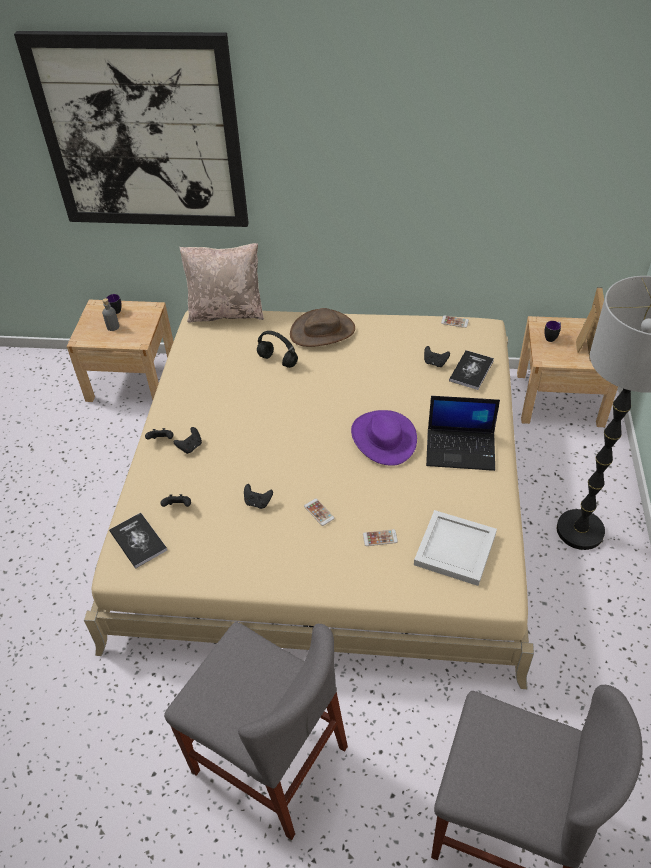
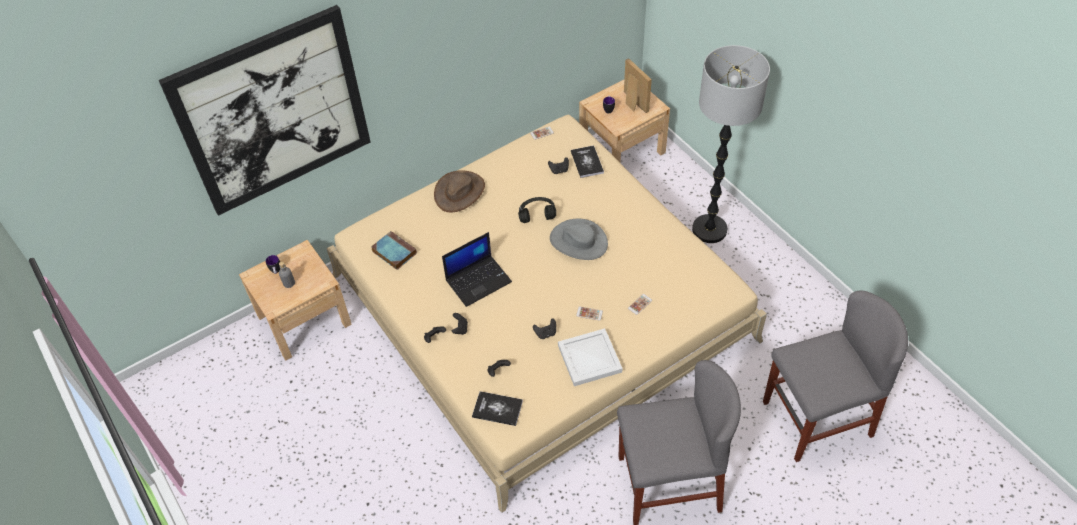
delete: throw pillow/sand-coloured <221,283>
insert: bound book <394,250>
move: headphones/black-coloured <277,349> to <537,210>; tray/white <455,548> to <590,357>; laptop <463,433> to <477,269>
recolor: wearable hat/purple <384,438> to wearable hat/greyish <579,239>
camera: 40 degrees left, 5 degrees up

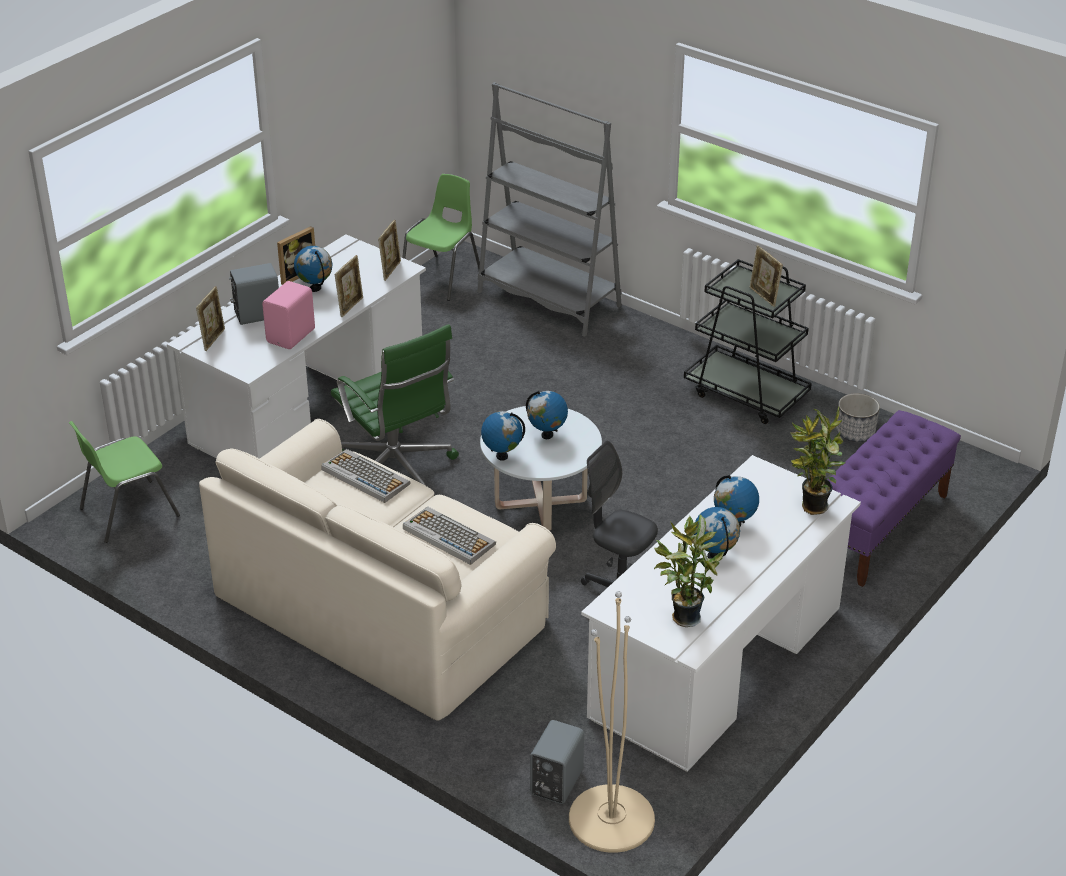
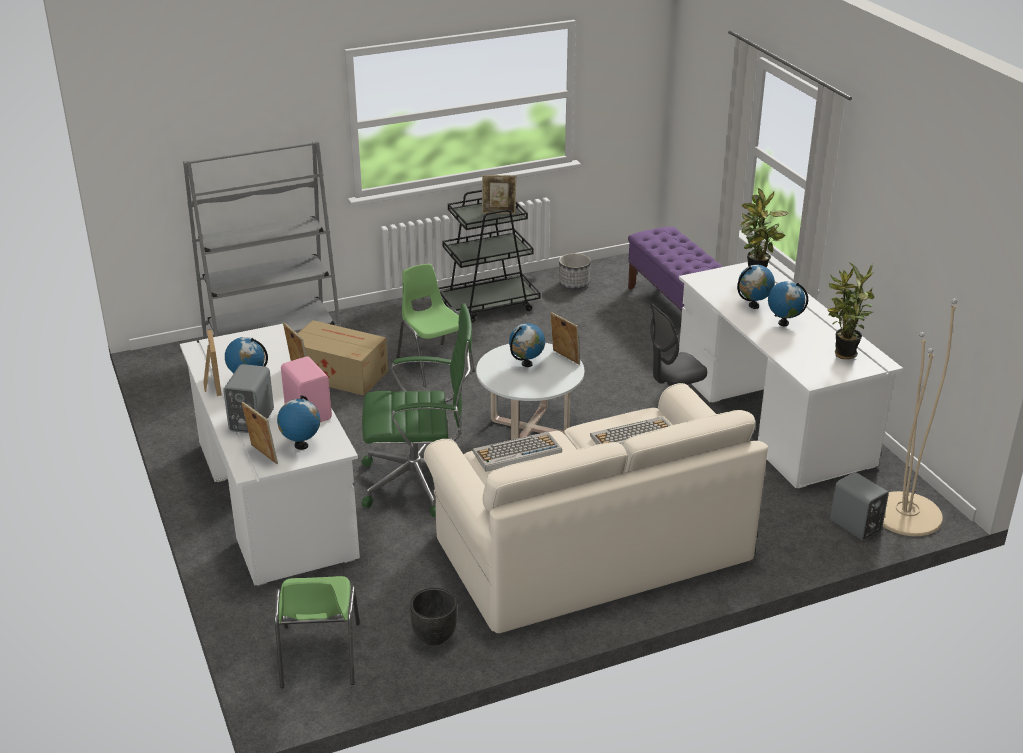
insert: packing box <342,358>; planter/black-coloured <433,616>
move: photo frame <389,250> to <565,338>; upright chair/greenish <441,237> to <436,325>; world globe <503,436> to <298,422>
camera: 60 degrees left, 5 degrees down

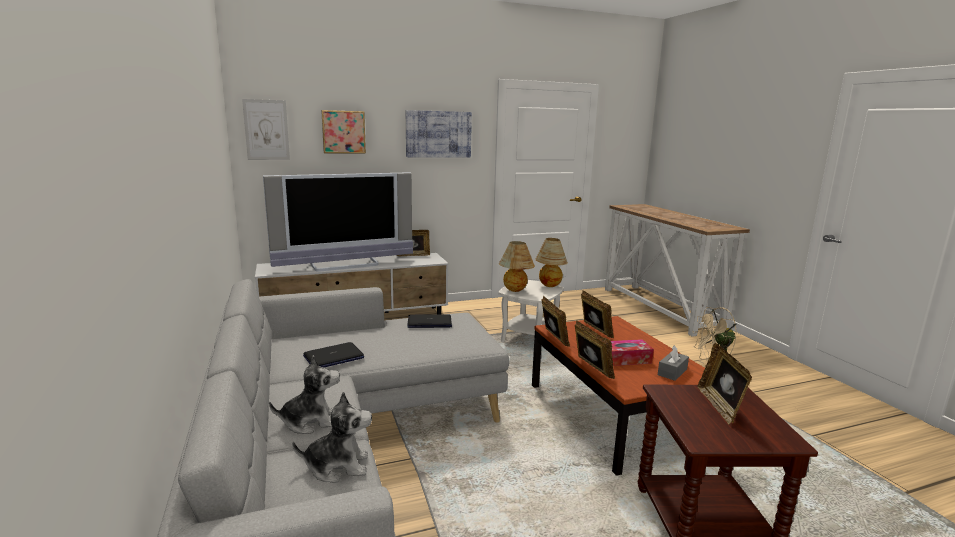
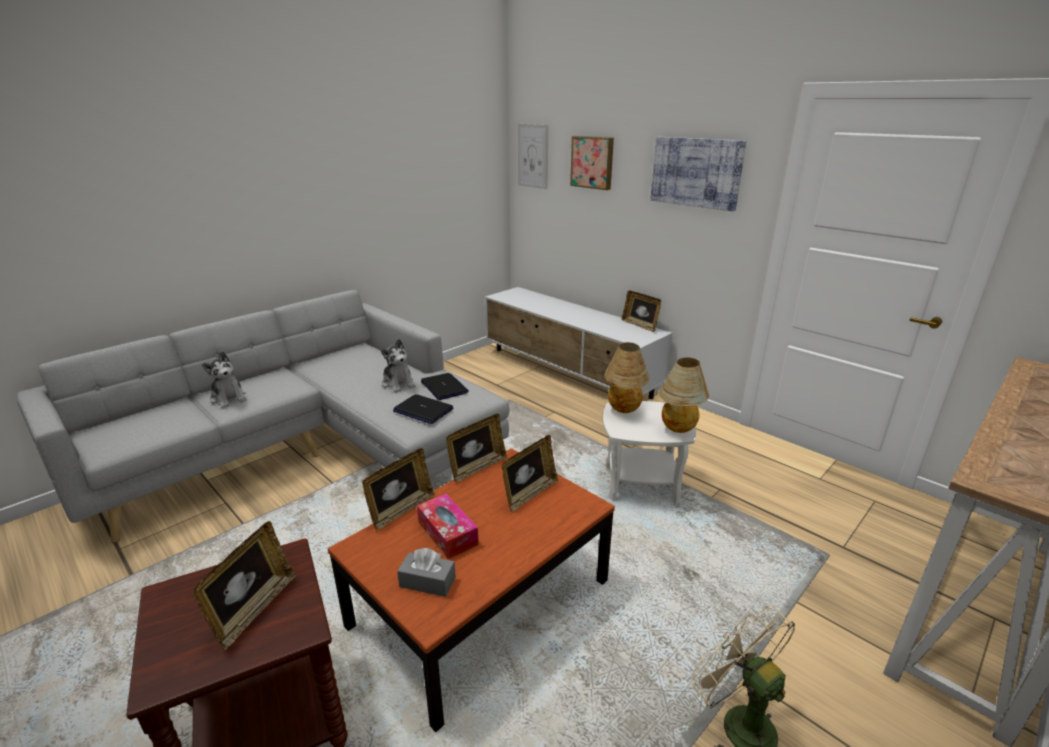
delete: TV set <338,222>
move: cuddly toy <332,437> to <398,366>; laptop <333,354> to <423,409>
rotate: photo frame <725,384> = <244,585> 135 degrees clockwise
camera: 65 degrees right, 10 degrees up

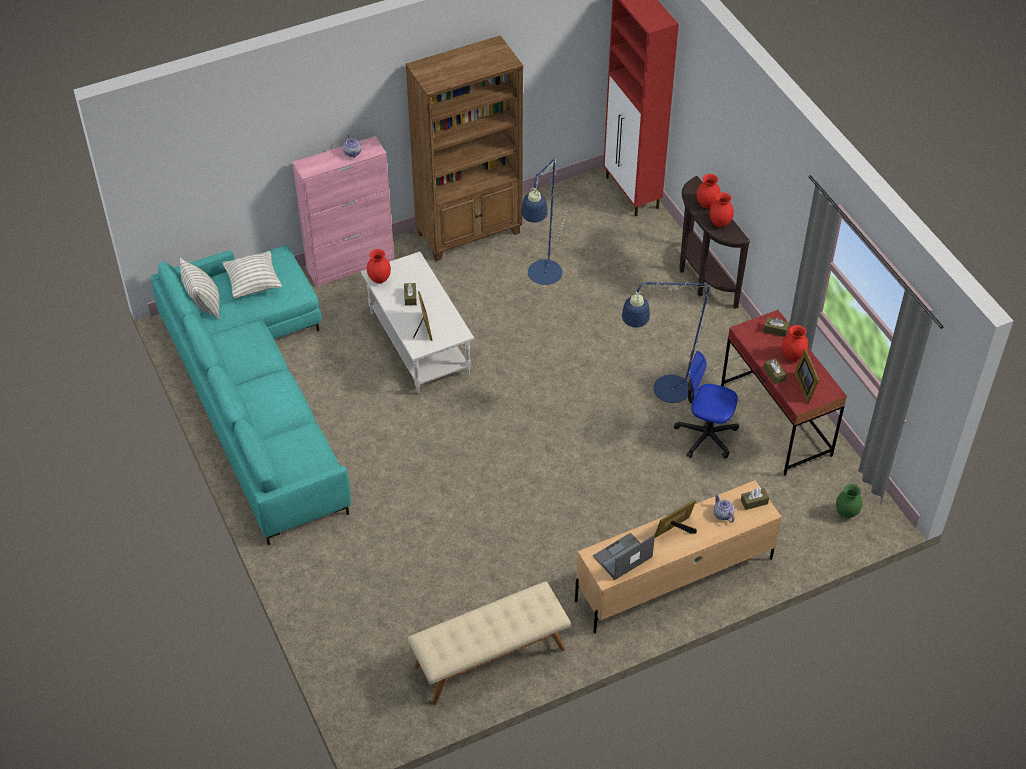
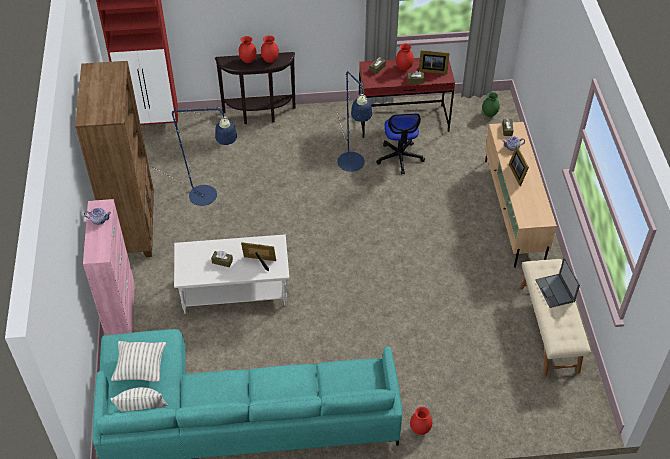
move: decorative vase/reddish <379,266> to <421,421>; laptop <624,556> to <557,282>
rotate: computer chair <706,405> = <400,144> 45 degrees counterclockwise
camera: 70 degrees left, 0 degrees up

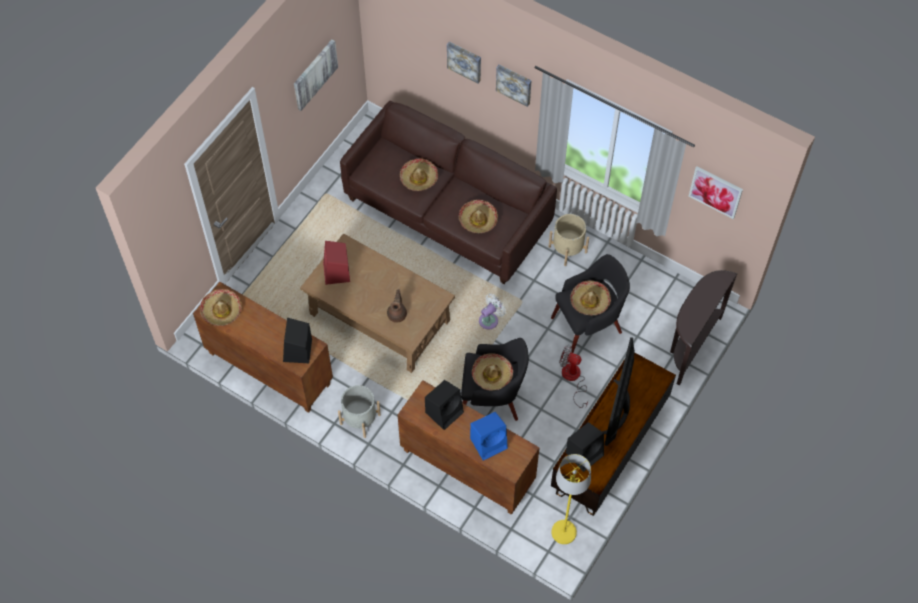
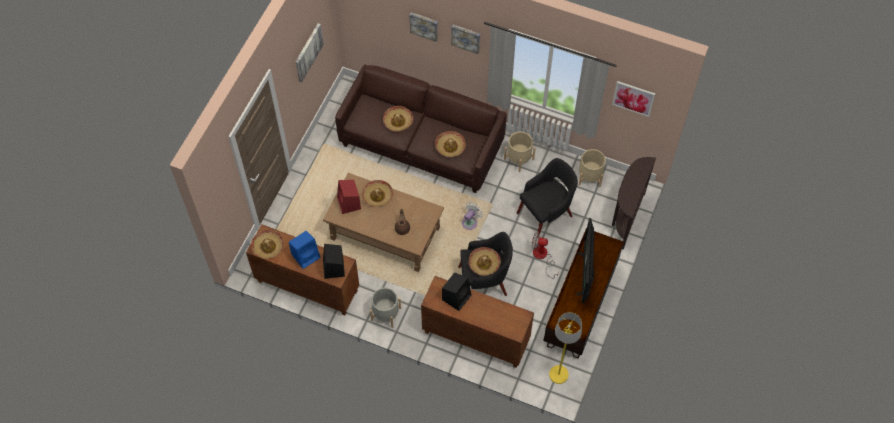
delete: audio speaker/black-coloured <585,447>
insert: planter/sand-coloured <592,168>
move: audio speaker/bluish <489,436> to <304,250>; wearable hat <590,297> to <377,193>
camera: 10 degrees left, 0 degrees up

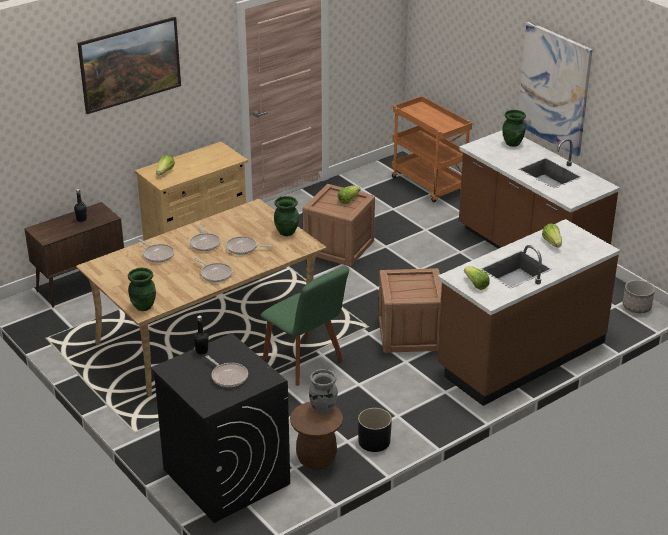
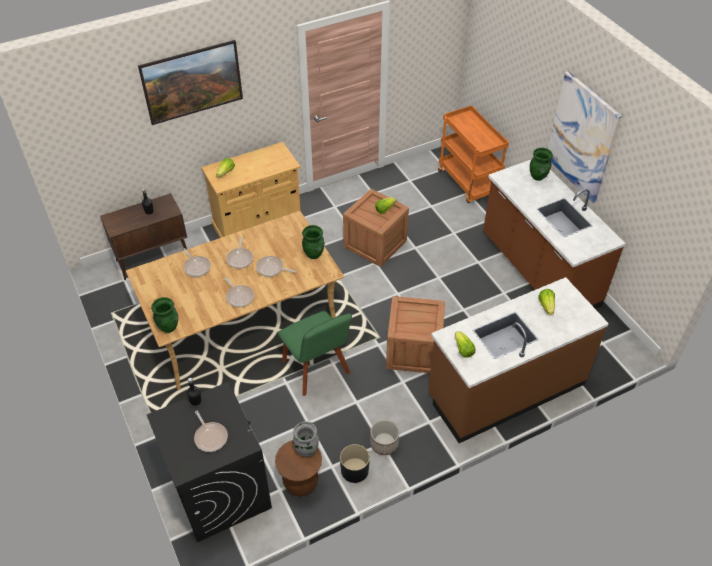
move: planter <639,296> to <384,437>
camera: 10 degrees right, 15 degrees up

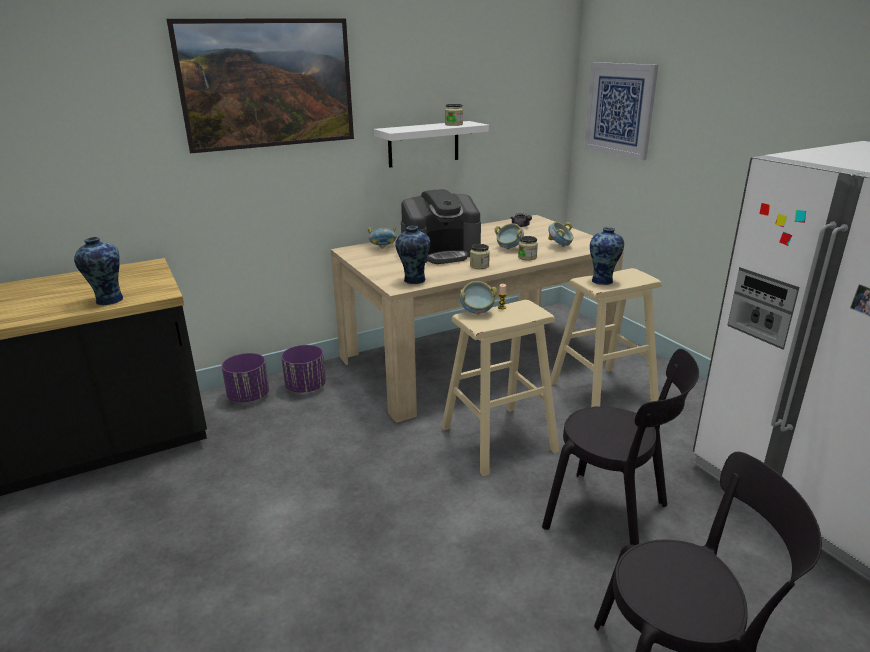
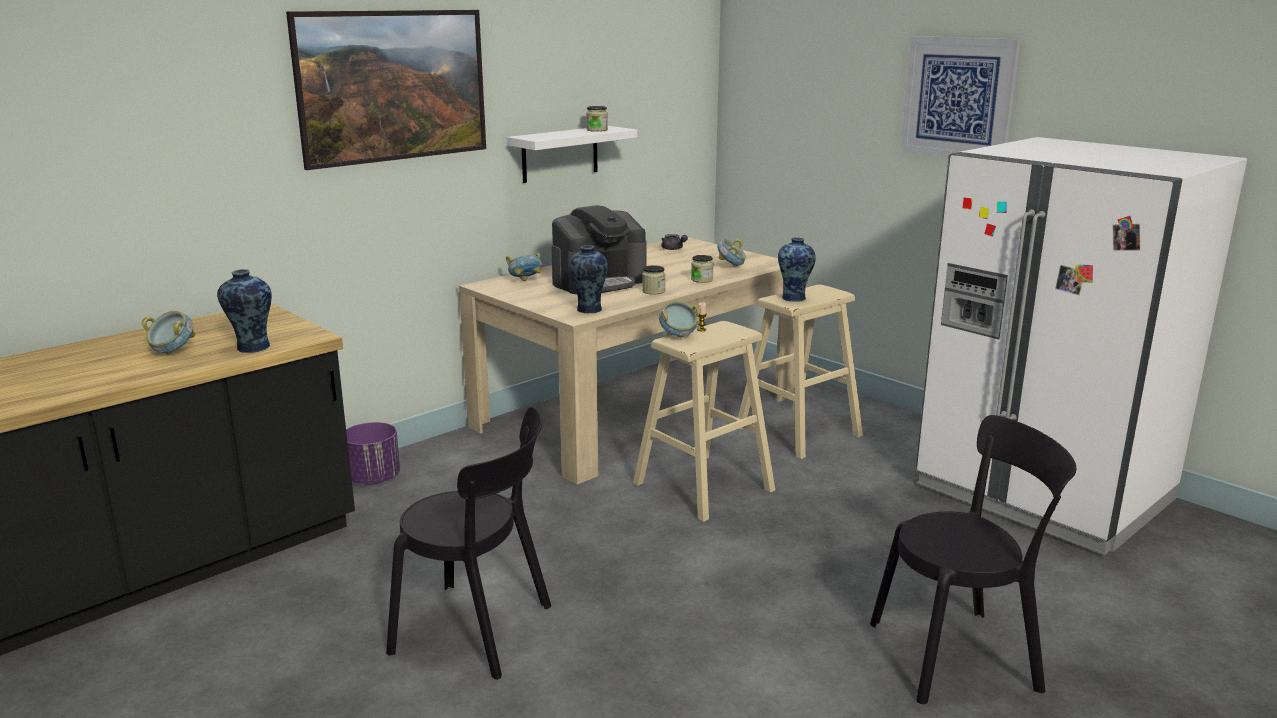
delete: planter/purple <303,369>
move: serving bowl <509,236> to <168,333>; upright chair/black-coloured <620,447> to <468,543>; wall picture <621,111> to <960,96>
camera: 15 degrees left, 5 degrees down

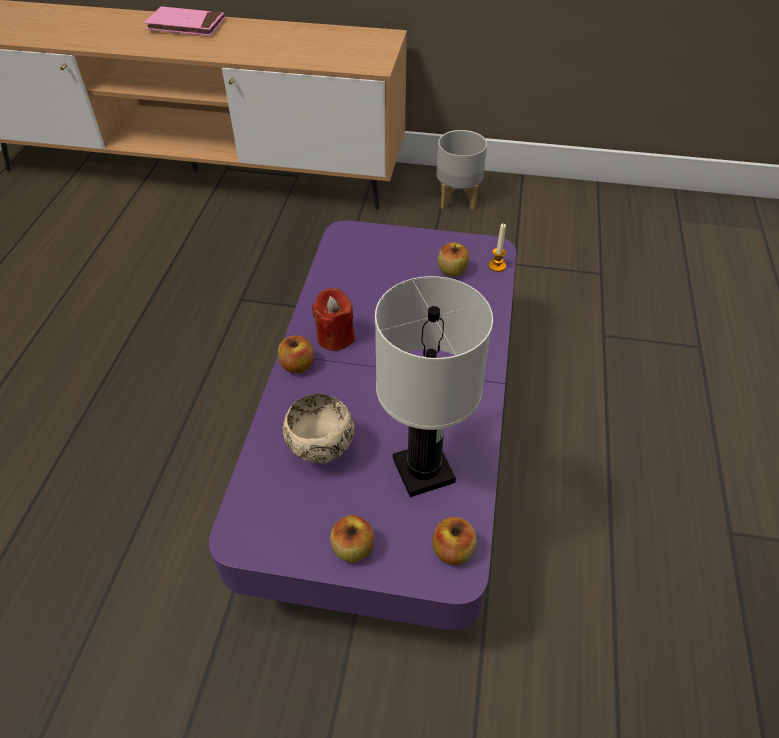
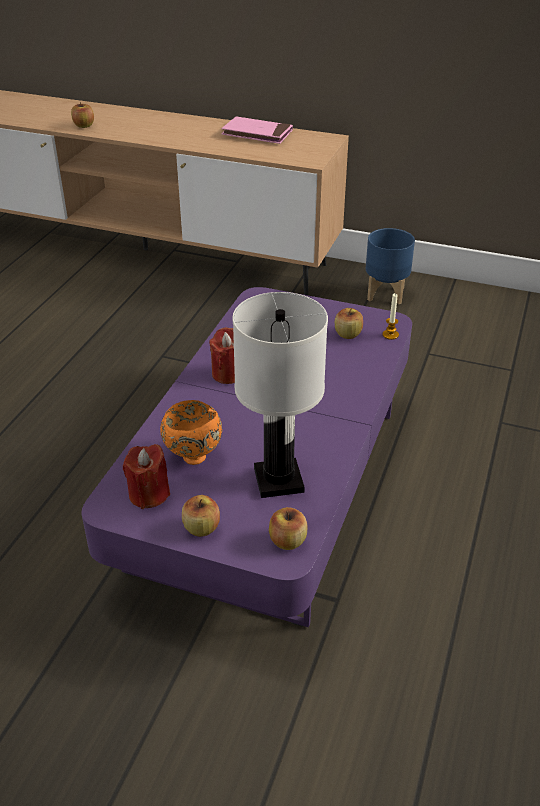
insert: wax candle/reddish <146,476>
move: bound book/pink <184,21> to <257,130>; whole apple <296,354> to <82,115>
recolor: serving bowl/sand-coloured <318,428> to serving bowl/orange-coloured <191,432>; planter/greyish <461,170> to planter/bluish <390,266>
camera: 10 degrees right, 10 degrees down

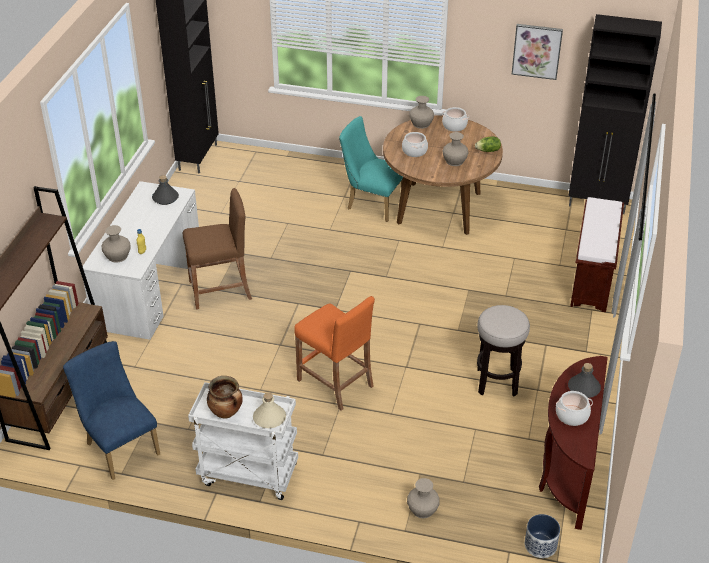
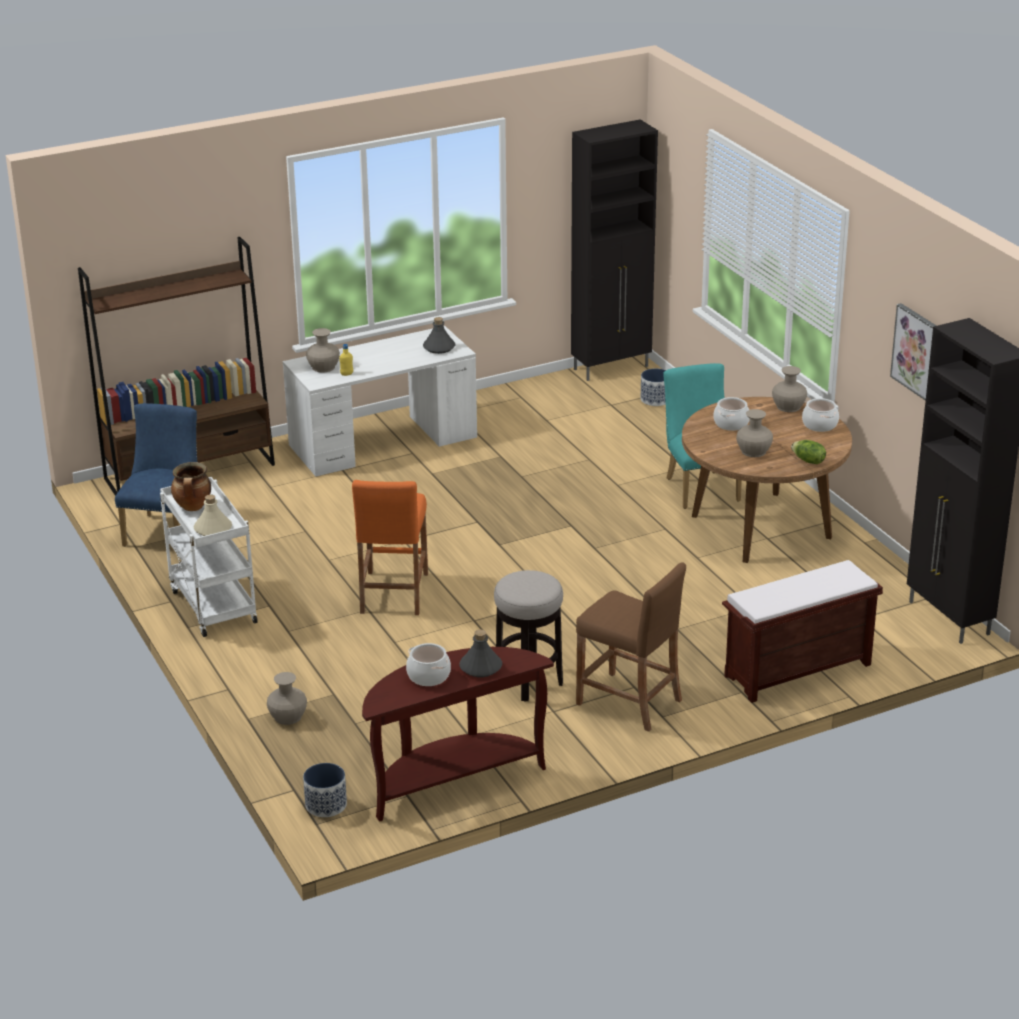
insert: planter <653,387>
move: stool/brown-coloured <217,249> to <631,647>
camera: 50 degrees right, 10 degrees down

